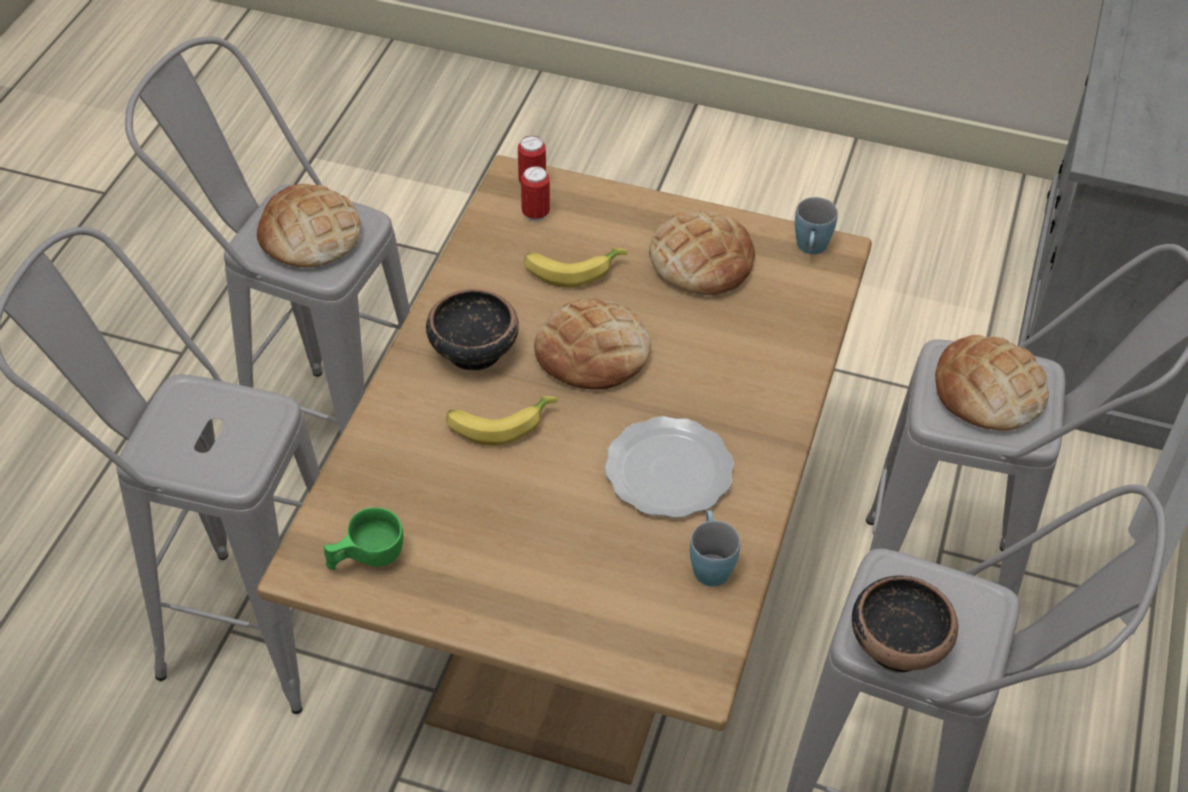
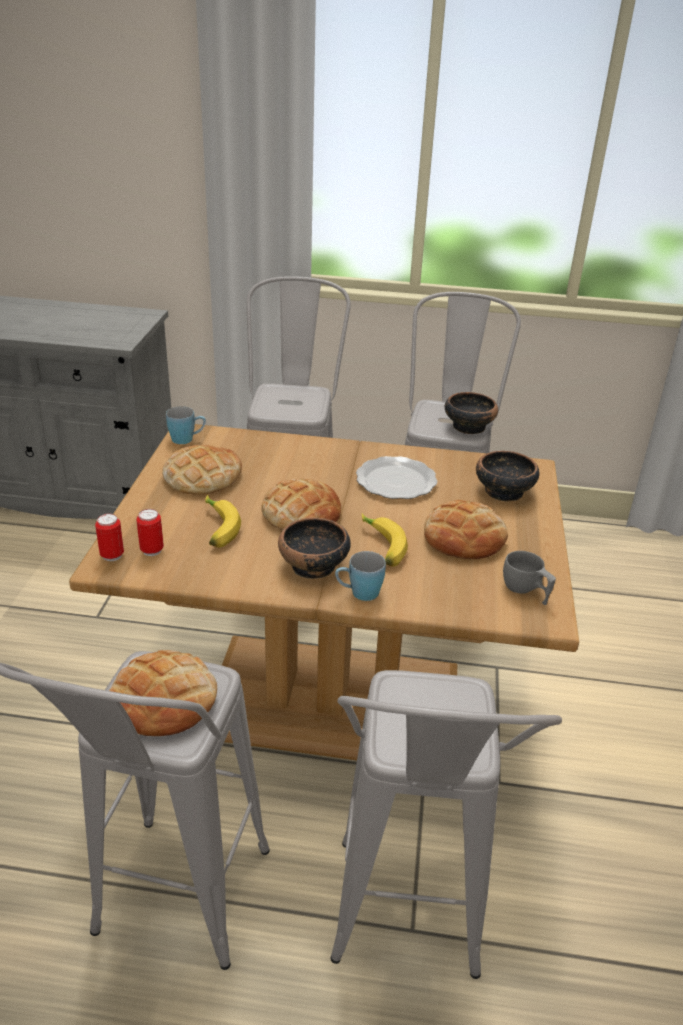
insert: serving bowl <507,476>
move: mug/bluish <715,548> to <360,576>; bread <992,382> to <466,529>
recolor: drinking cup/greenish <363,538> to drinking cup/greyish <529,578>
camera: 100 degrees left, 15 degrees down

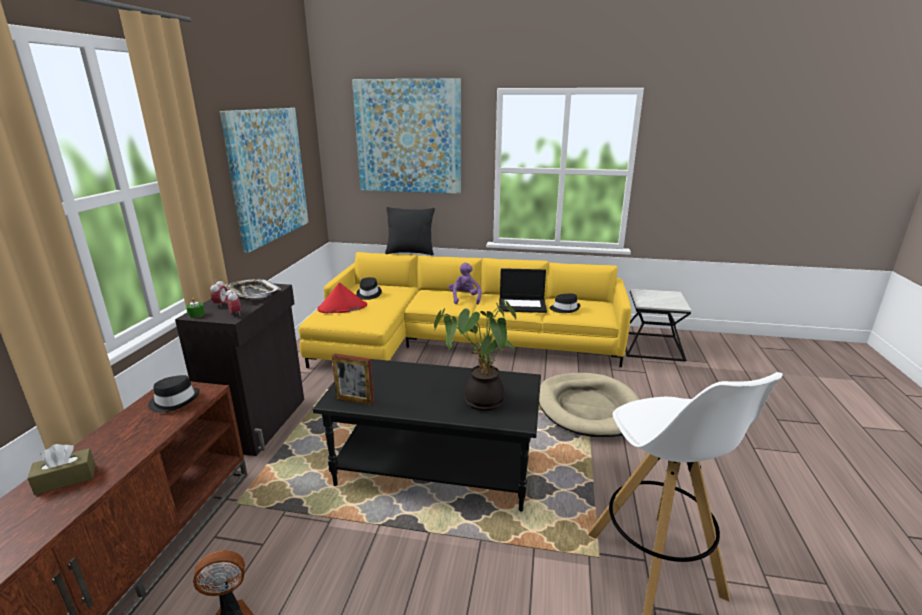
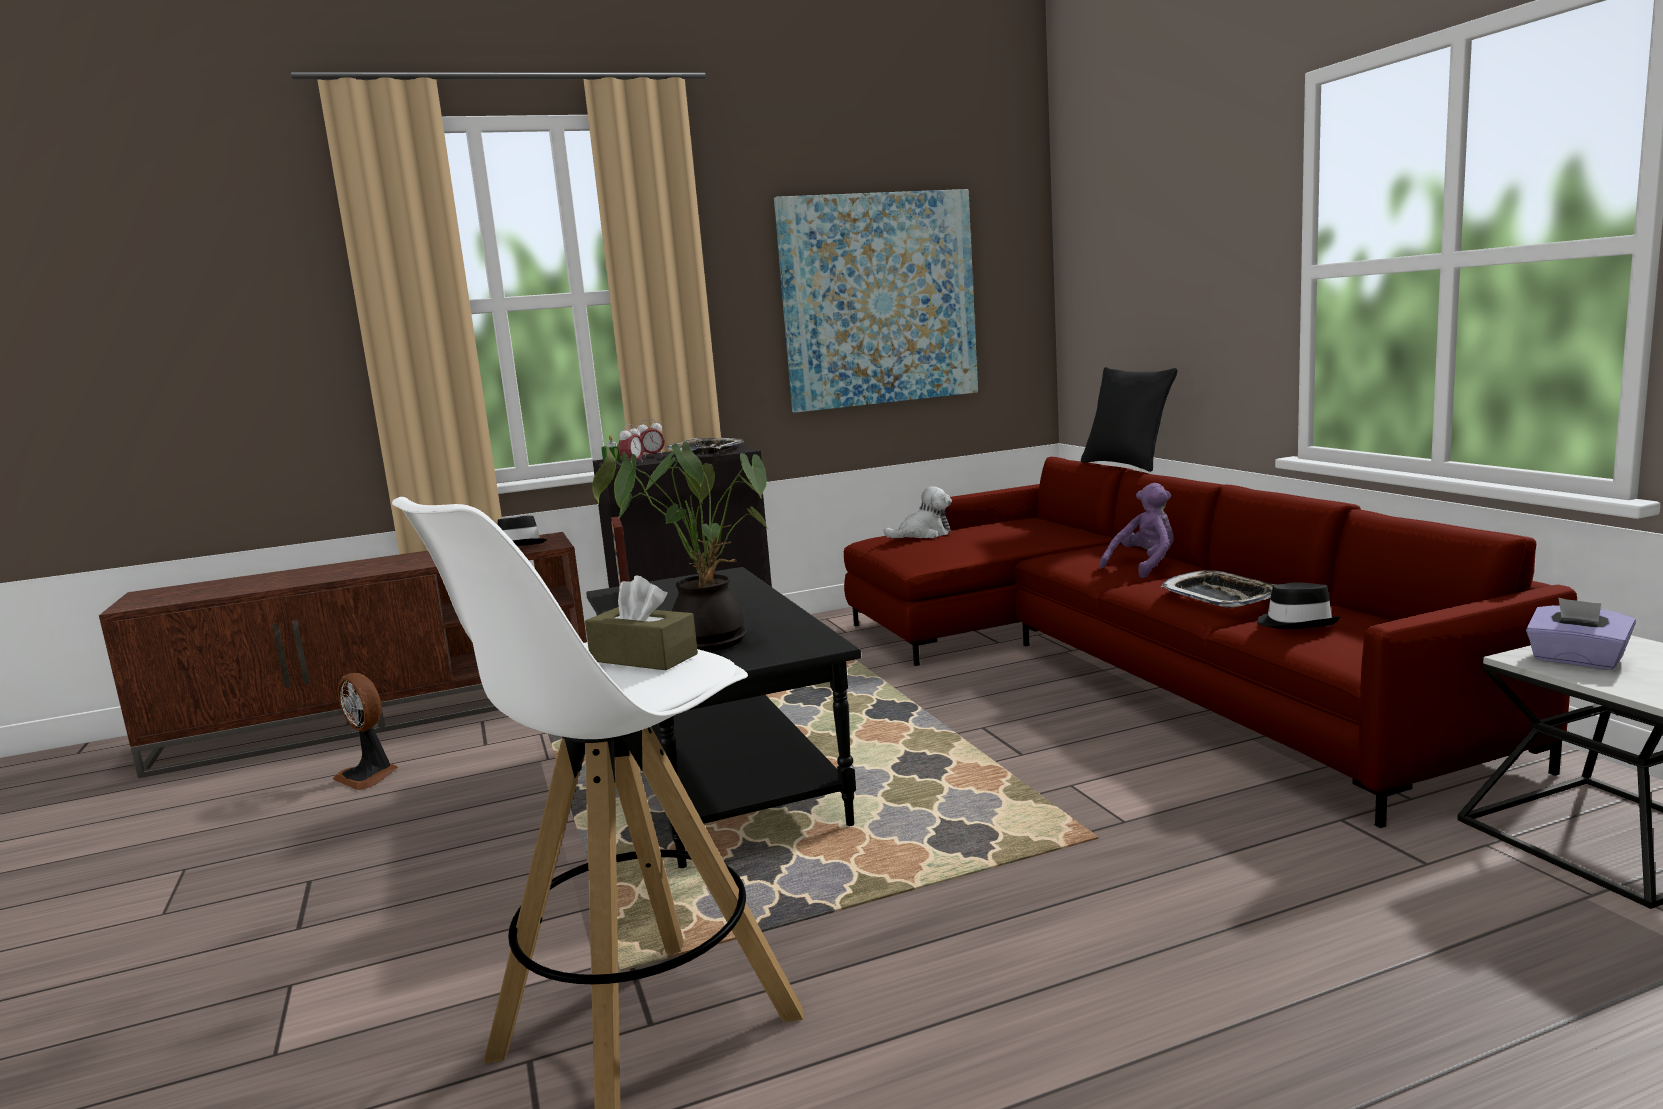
delete: wall picture <406,136>; wearable hat/black-coloured <369,288>; pet bed/sand-coloured <589,405>
insert: tissue box/purple <1581,634>
move: tissue box/brown-coloured <61,469> to <641,622>
replace: wearable hat/reddish <342,298> to cuddly toy <918,512>; laptop <523,290> to tray <1217,589>
recolor: settee/yellow-coloured <465,310> to settee/reddish <1210,642>
camera: 60 degrees right, 10 degrees down

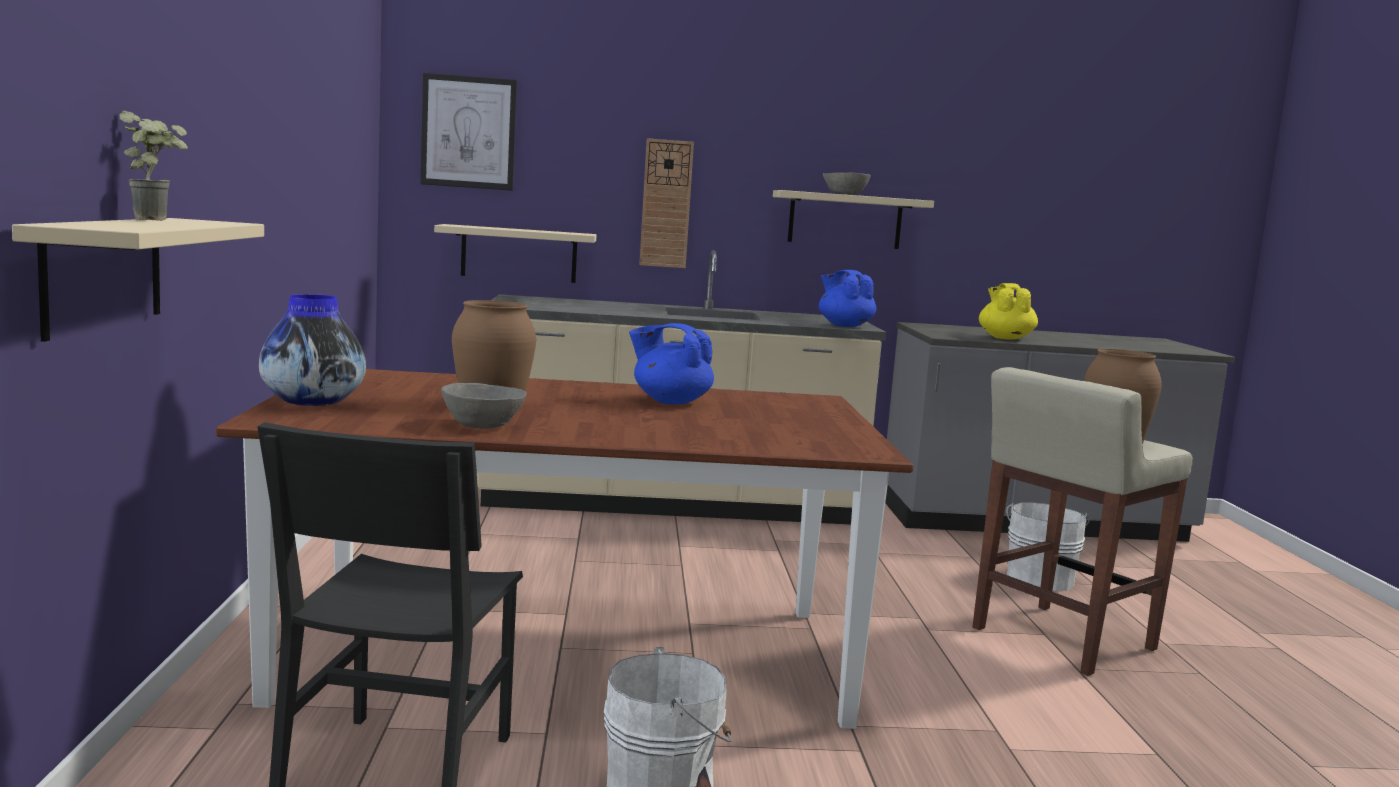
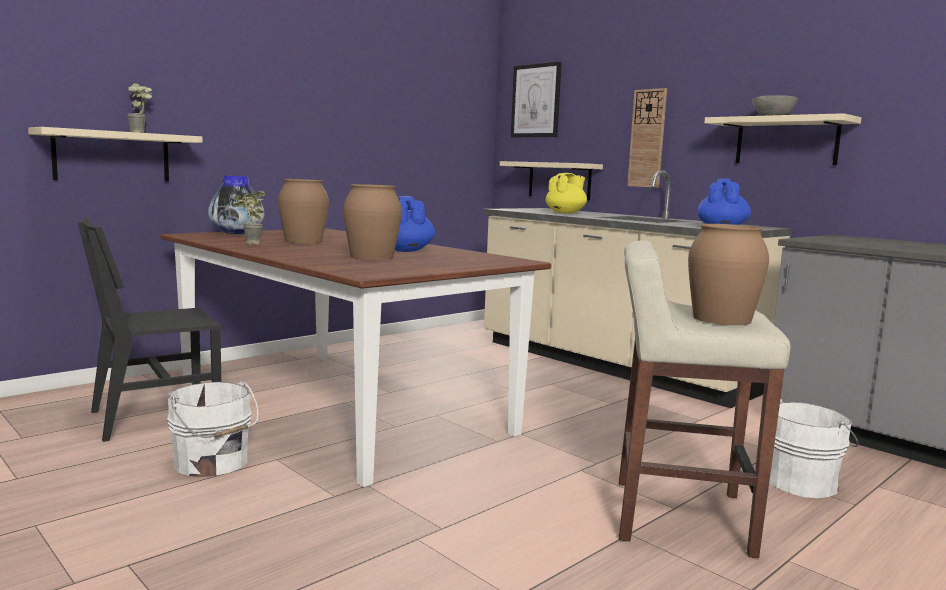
insert: decorative vase/brown-coloured <372,222>
move: pot for tea/yellow-coloured <1008,311> to <566,193>
replace: serving bowl/greyish <484,406> to houseplant <249,218>
camera: 50 degrees right, 0 degrees up

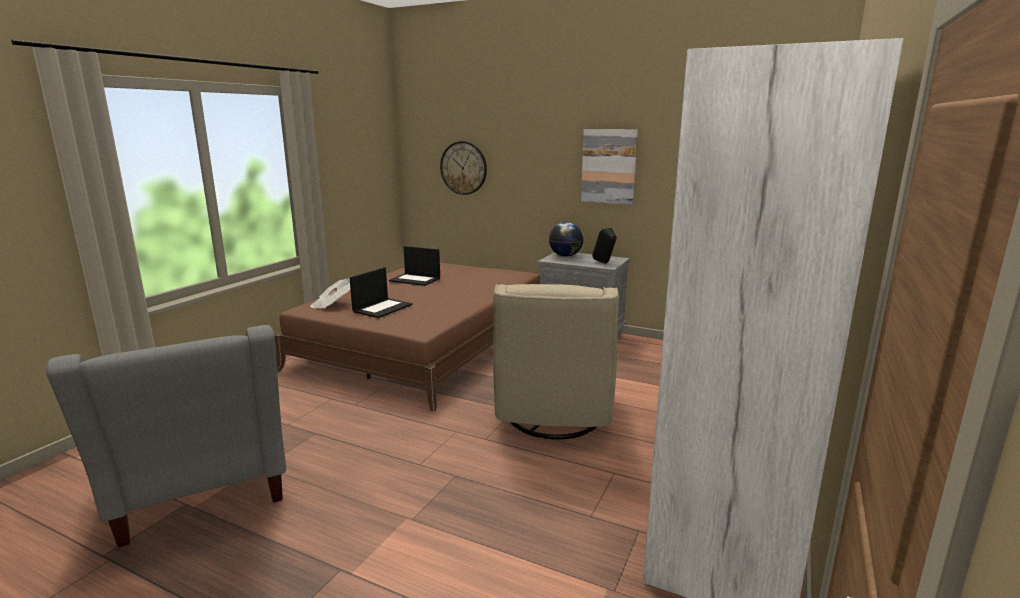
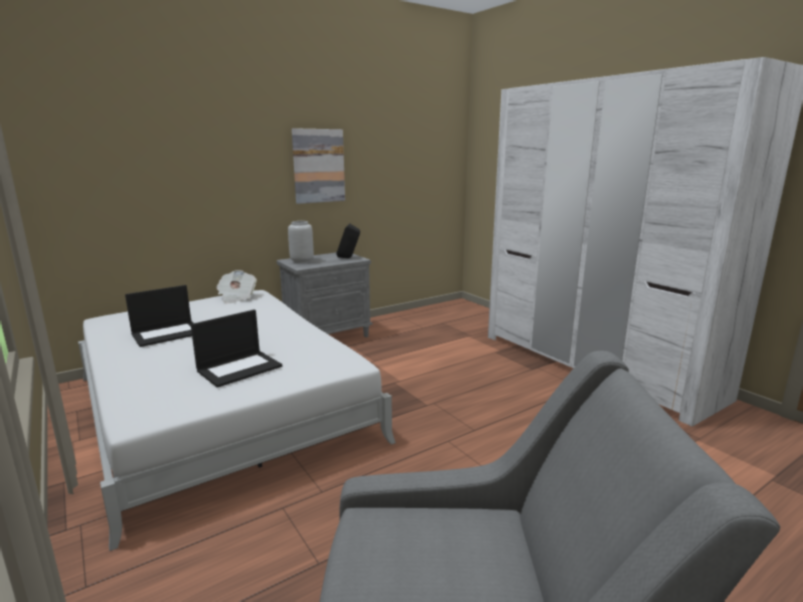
delete: hanging clock <463,168>; easy chair/sand-coloured <556,362>
move: daily paper <330,293> to <236,287>
replace: world globe <566,239> to decorative vase/greyish <301,242>
recolor: bedroom bed/brown-coloured <407,337> to bedroom bed/white <237,420>
rotate: laptop <381,292> = <236,349> 75 degrees clockwise
camera: 60 degrees left, 0 degrees up

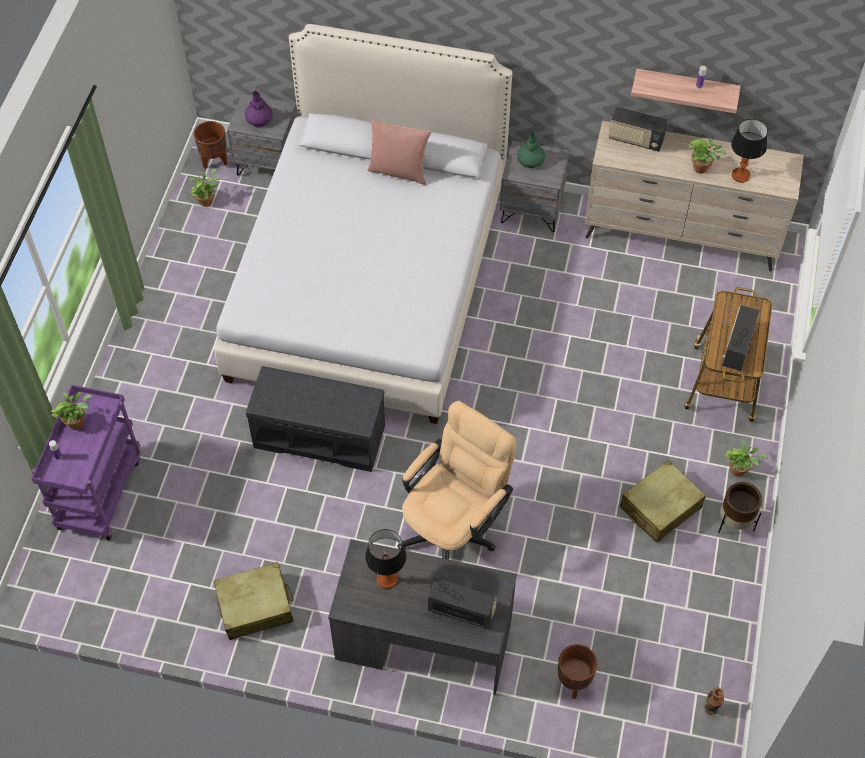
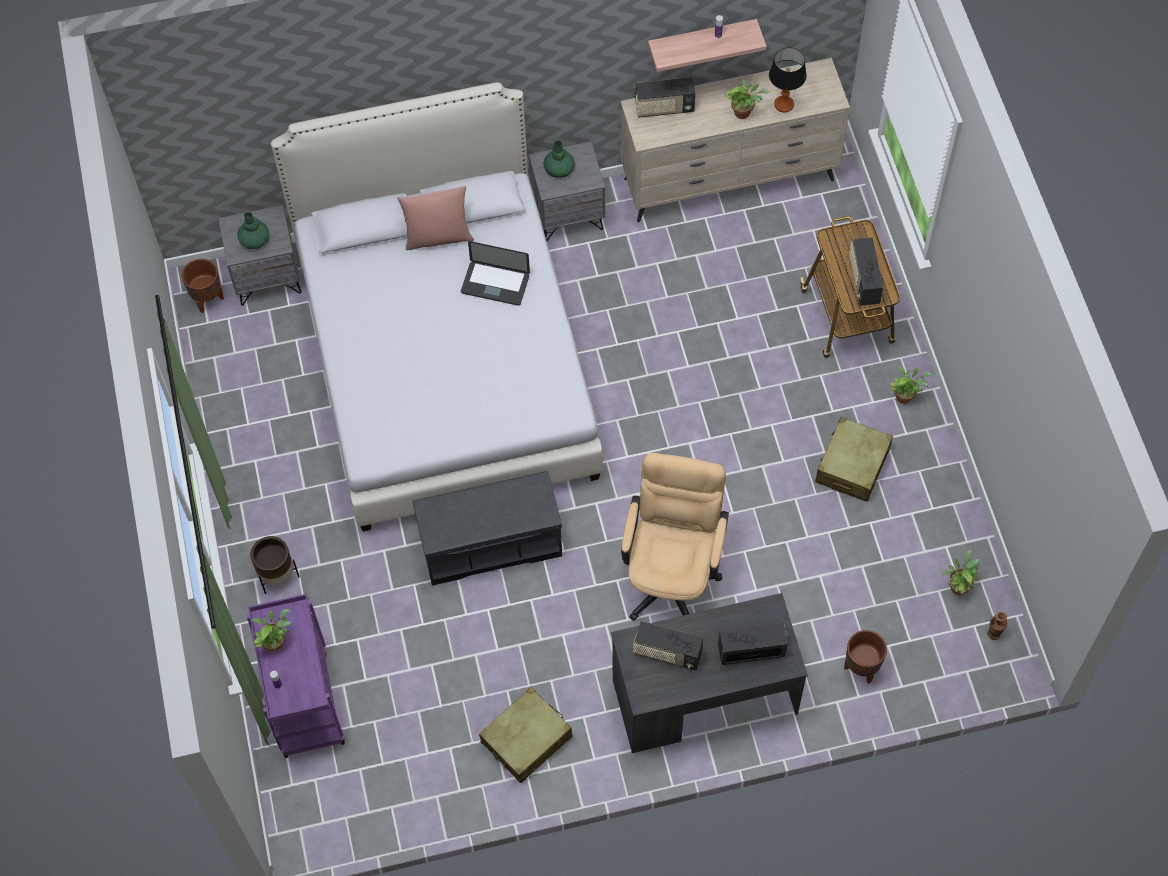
insert: laptop <495,273>
move: houseplant <204,187> to <960,572>; planter/brown-coloured <740,507> to <275,565>
replace: tabletop lamp <386,559> to radio receiver <668,645>
recolor: decorative vase/purple <259,108> to decorative vase/greenish <253,230>
camera: 25 degrees left, 5 degrees up

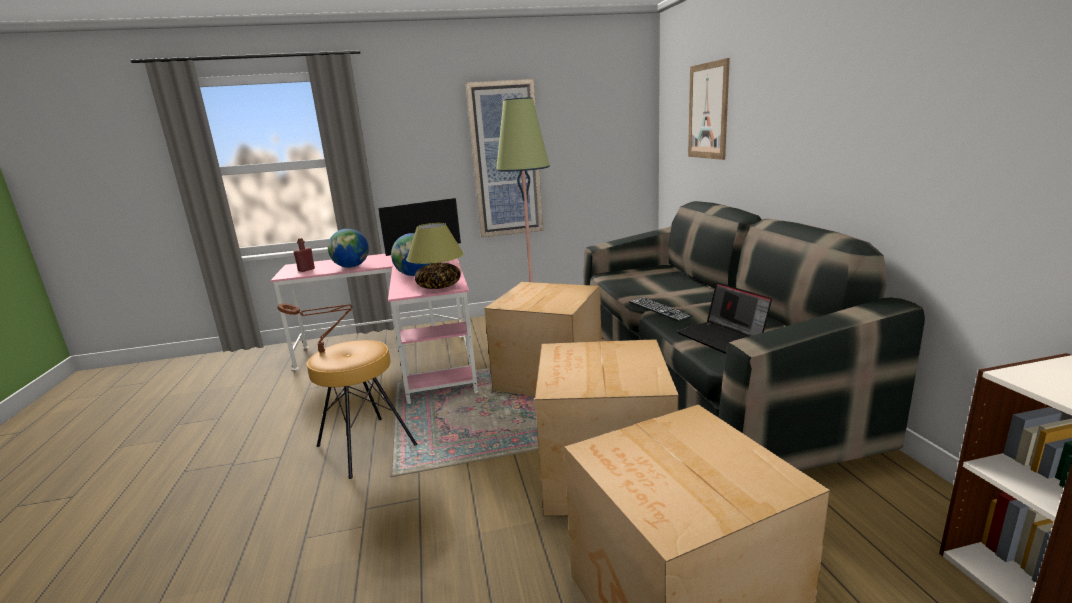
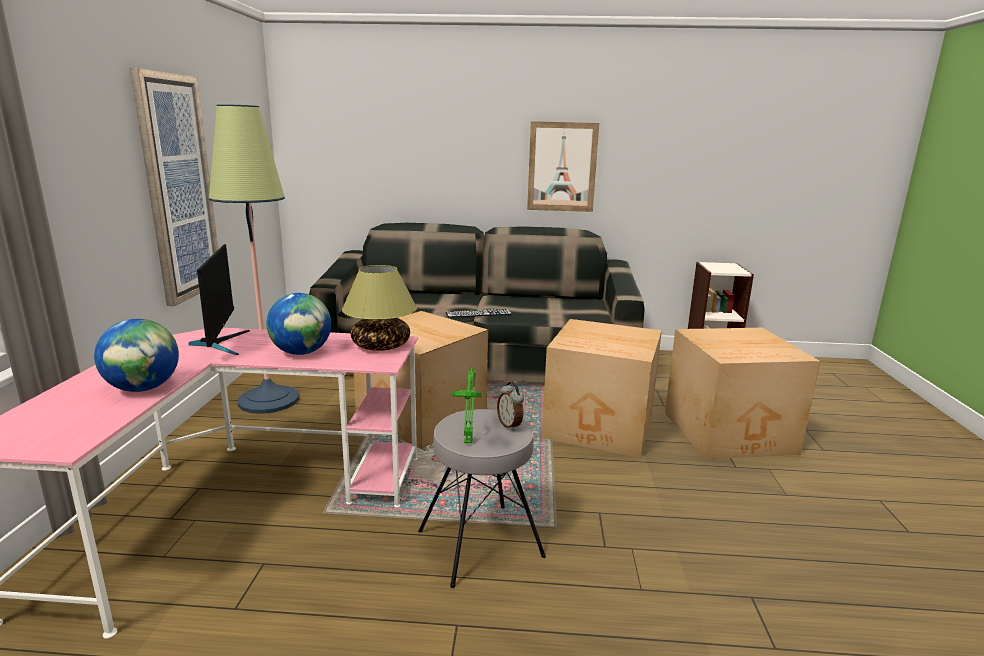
delete: bottle/reddish <304,255>; laptop <724,318>
insert: table clock <510,406>
move: wall picture <709,109> to <563,166>
recolor: tabletop lamp/brown-coloured <315,328> to tabletop lamp/greenish <466,406>; stool/brown-coloured <362,409> to stool/greyish <482,498>
camera: 75 degrees left, 0 degrees up

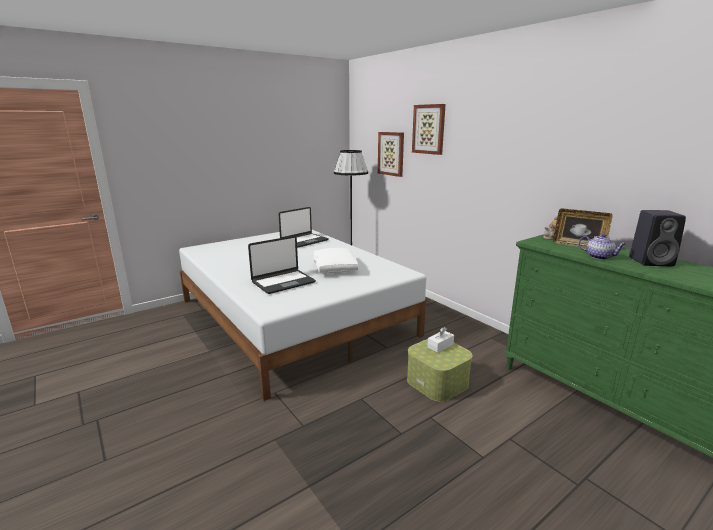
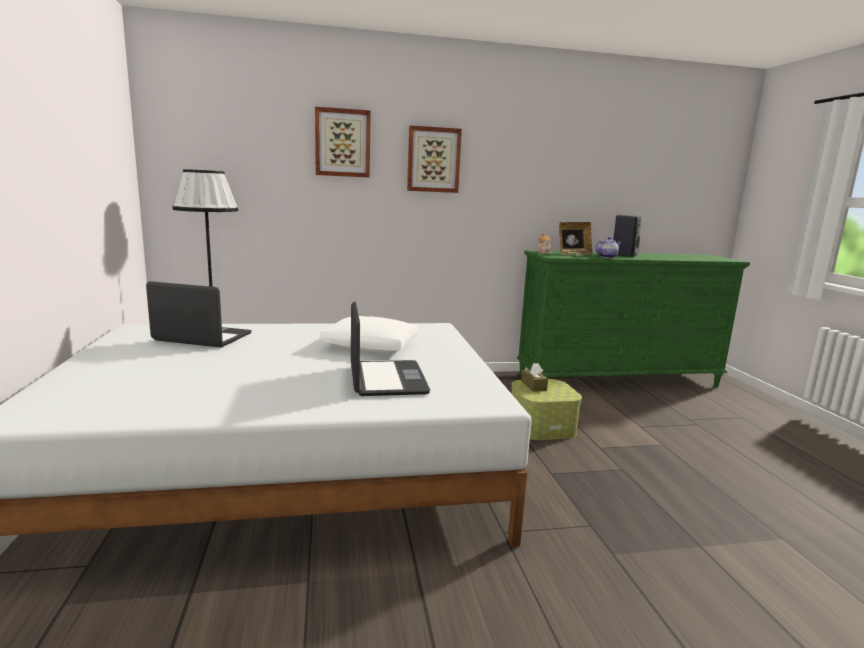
move: wall picture <391,154> to <434,159>
recolor: tissue box/white <440,340> to tissue box/brown-coloured <534,377>
rotate: laptop <303,227> = <199,314> 60 degrees counterclockwise
camera: 65 degrees left, 5 degrees down

